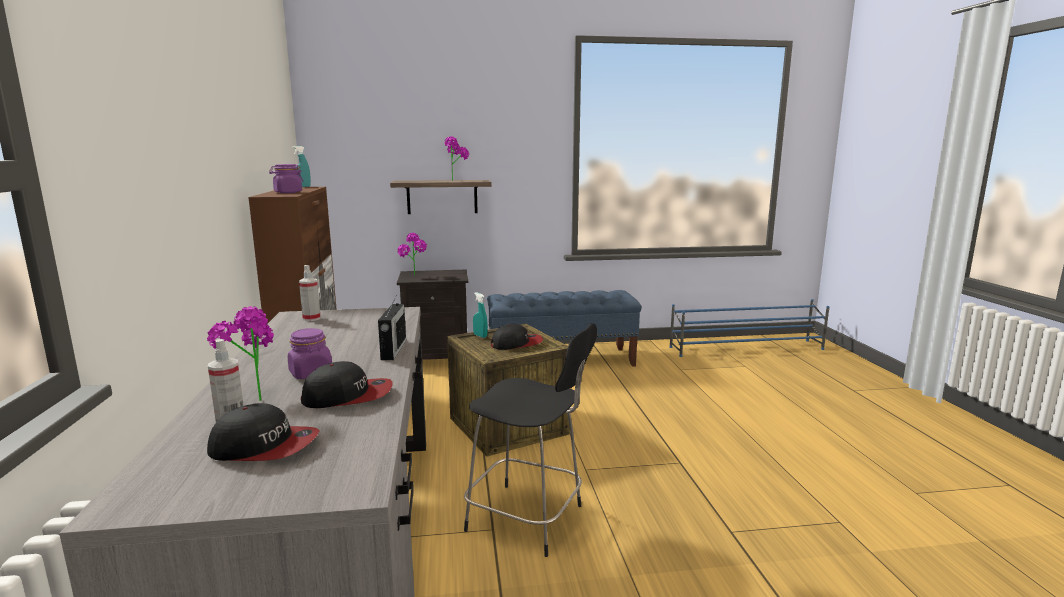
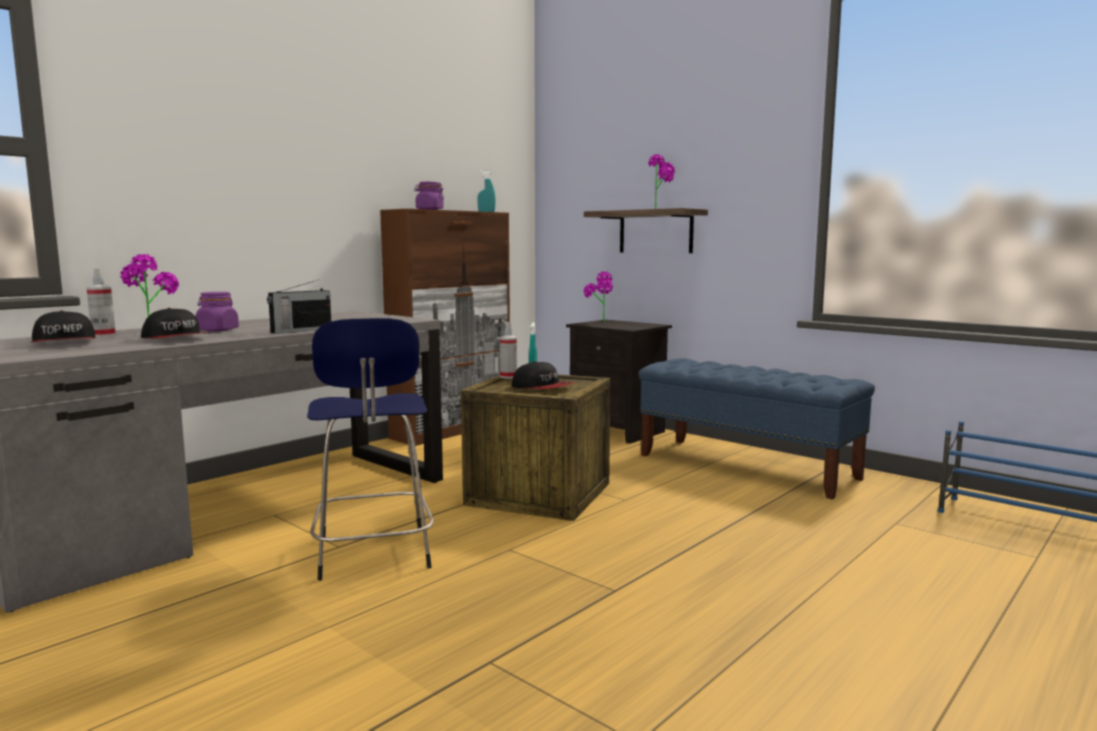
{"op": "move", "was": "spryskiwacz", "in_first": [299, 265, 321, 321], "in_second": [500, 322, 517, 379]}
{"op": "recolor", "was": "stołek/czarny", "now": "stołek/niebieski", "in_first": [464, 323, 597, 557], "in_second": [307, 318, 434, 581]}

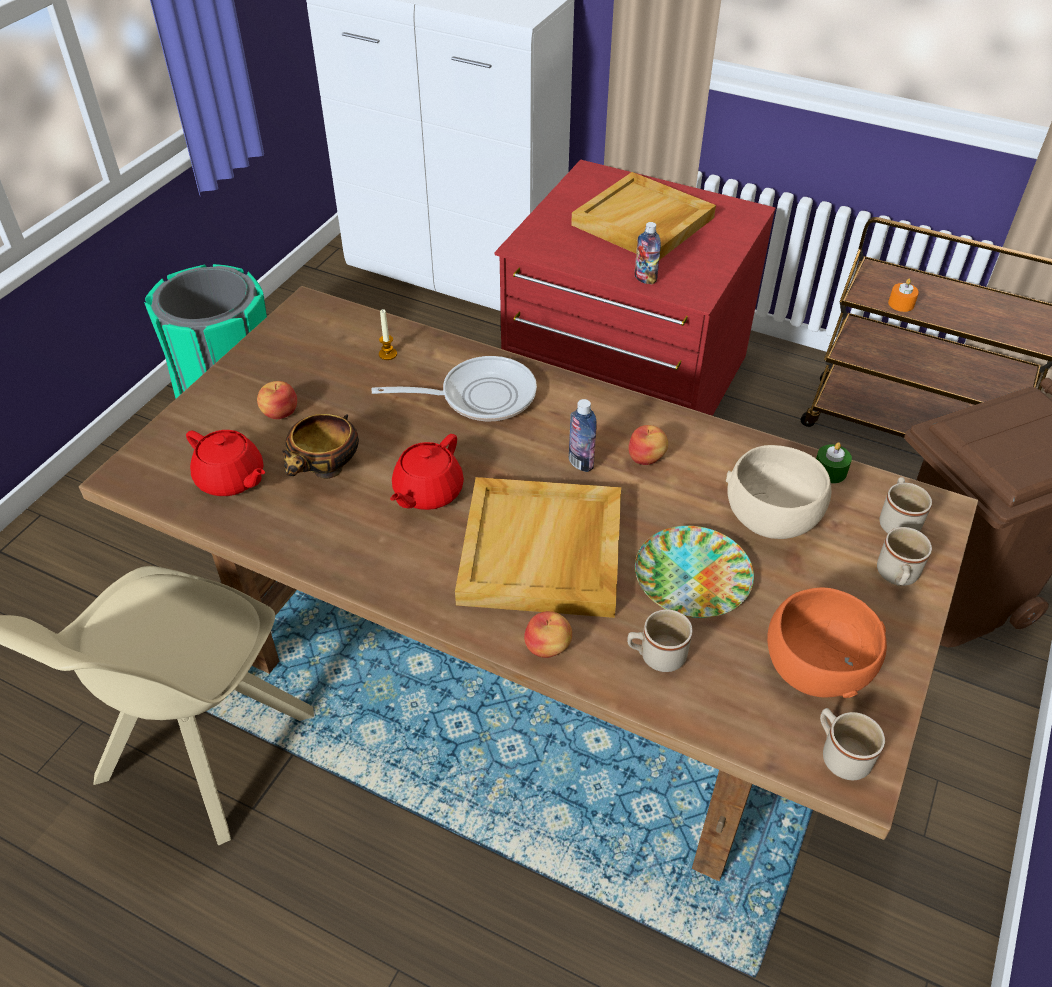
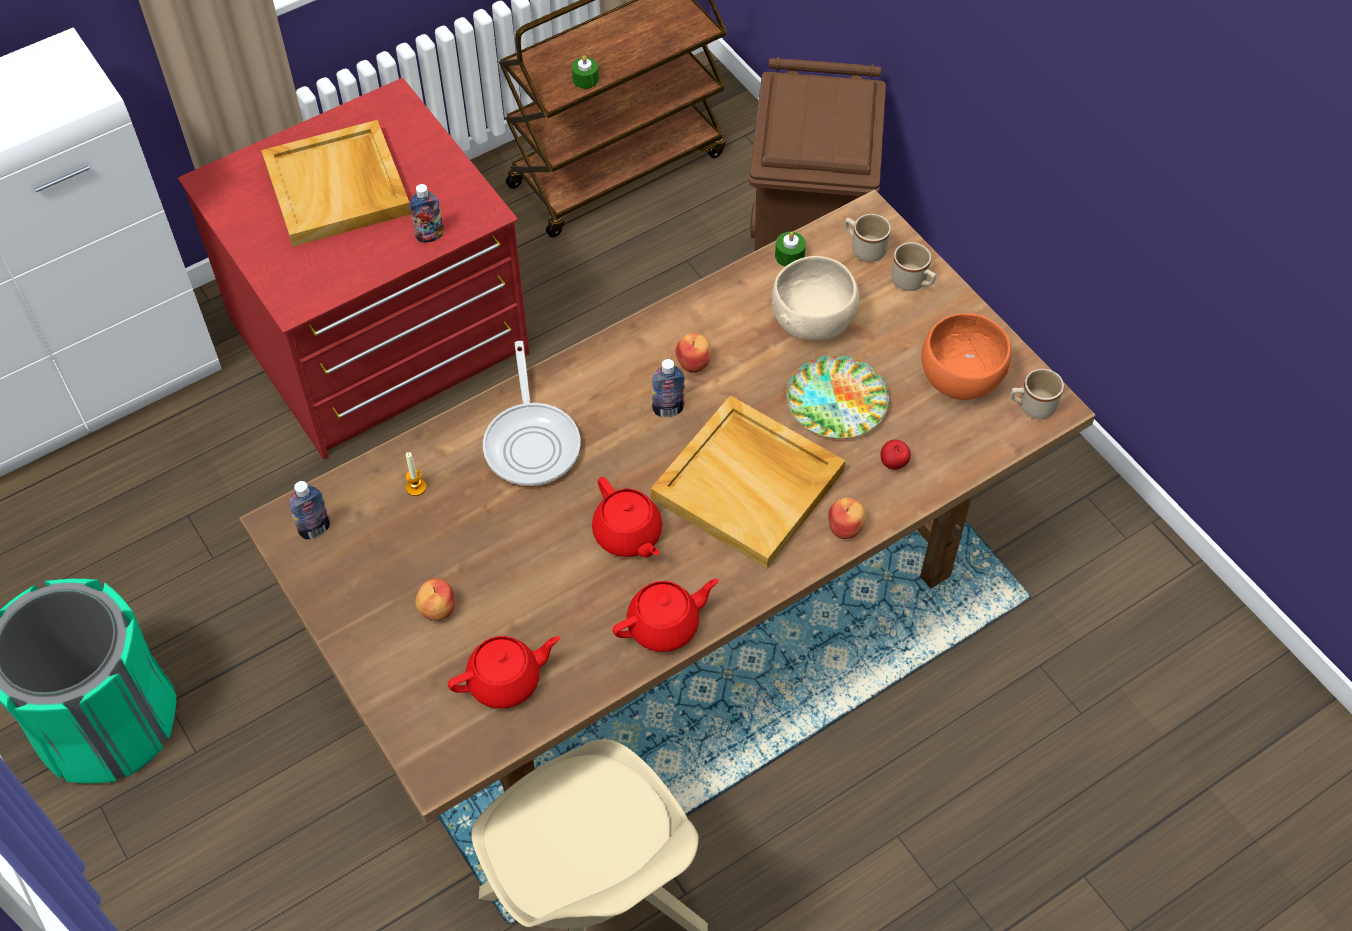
{"op": "delete", "was": "miska", "in_first": [283, 414, 359, 479]}
{"op": "insert", "now": "butelka", "in_second": [290, 481, 330, 539]}
{"op": "insert", "now": "imbryk/czerwony", "in_second": [612, 579, 719, 652]}
{"op": "replace", "was": "kubek/beżowy", "now": "jabłko", "in_first": [627, 609, 693, 672], "in_second": [880, 439, 911, 470]}
{"op": "recolor", "was": "świeca/pomarańczowy", "now": "świeca/zielony", "in_first": [888, 278, 919, 312], "in_second": [572, 55, 599, 89]}
{"op": "rotate", "was": "patelnia", "in_first": [371, 356, 537, 421], "in_second": [483, 341, 581, 486], "clockwise": 150}

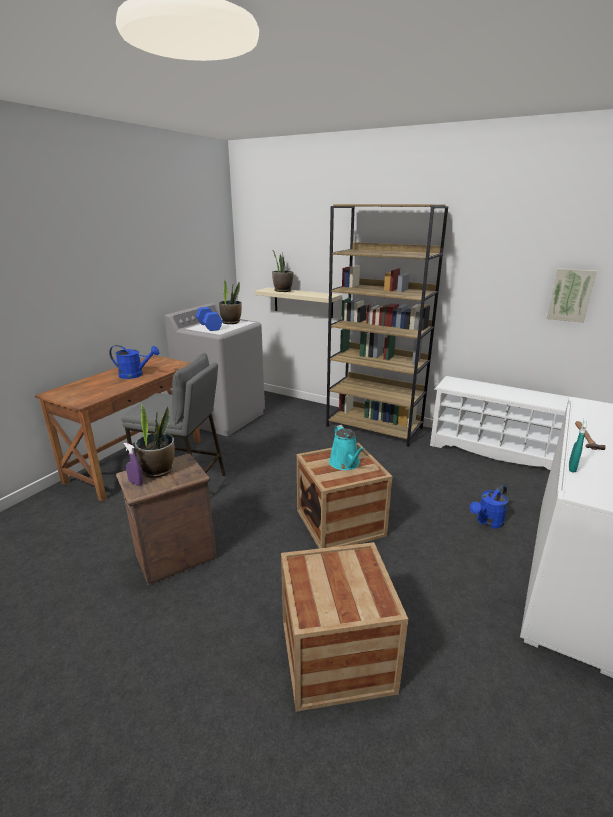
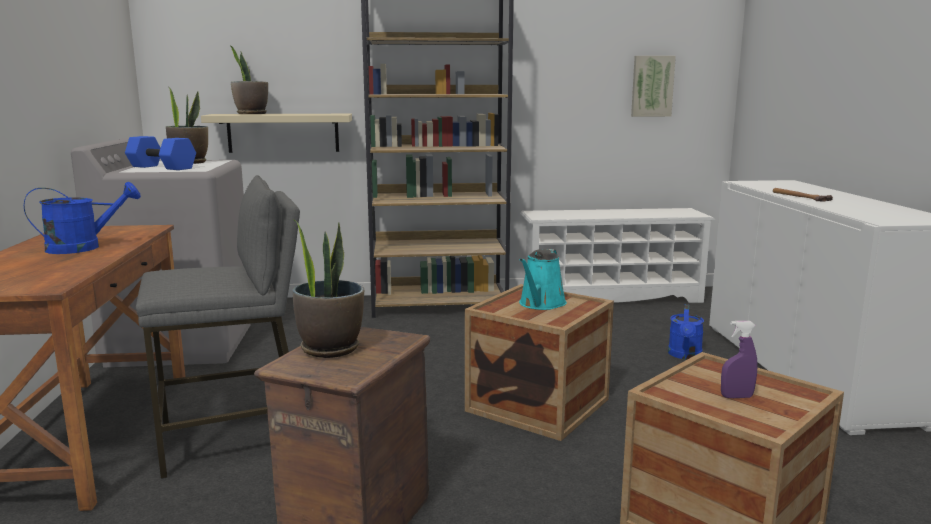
{"op": "delete", "was": "spryskiwacz/turkusowy", "in_first": [569, 419, 586, 473]}
{"op": "move", "was": "spryskiwacz/fioletowy", "in_first": [123, 443, 143, 486], "in_second": [721, 321, 758, 398]}
{"op": "rotate", "was": "konewka/turkusowy", "in_first": [329, 425, 365, 470], "in_second": [519, 249, 567, 310], "clockwise": 75}

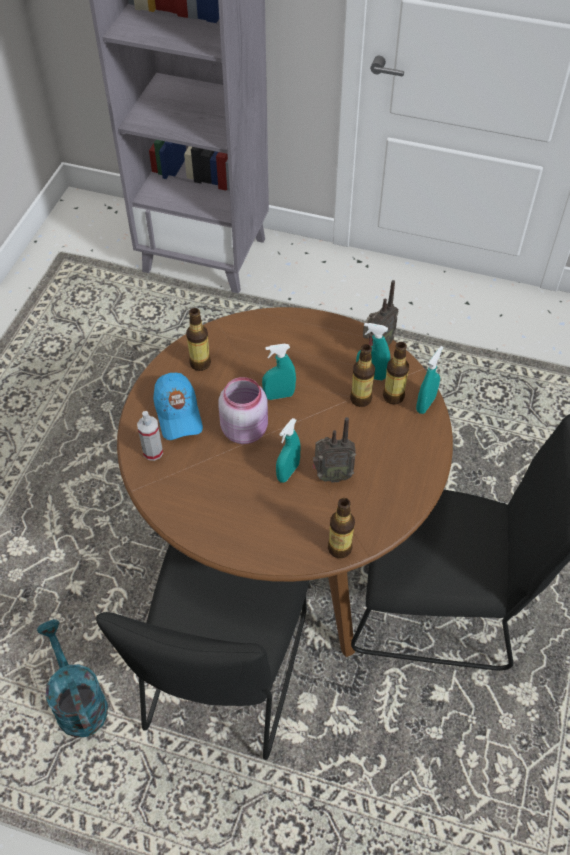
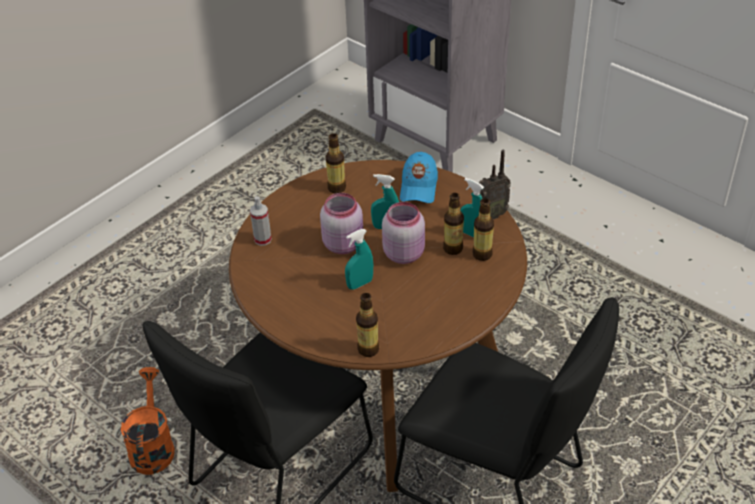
{"op": "delete", "was": "radio", "in_first": [312, 417, 356, 483]}
{"op": "delete", "was": "spryskiwacz/turkusowy", "in_first": [416, 346, 443, 414]}
{"op": "insert", "now": "słoik/różowy", "in_second": [382, 202, 425, 264]}
{"op": "move", "was": "czapka z daszkiem/niebieski", "in_first": [153, 373, 203, 440], "in_second": [400, 152, 438, 203]}
{"op": "recolor", "was": "konewka/turkusowy", "now": "konewka/pomarańczowy", "in_first": [37, 619, 108, 738], "in_second": [121, 367, 175, 475]}

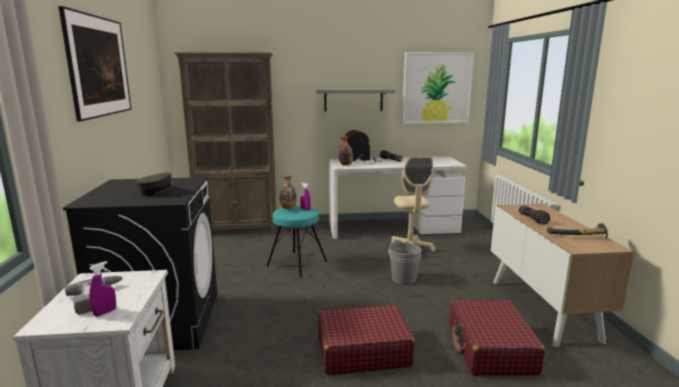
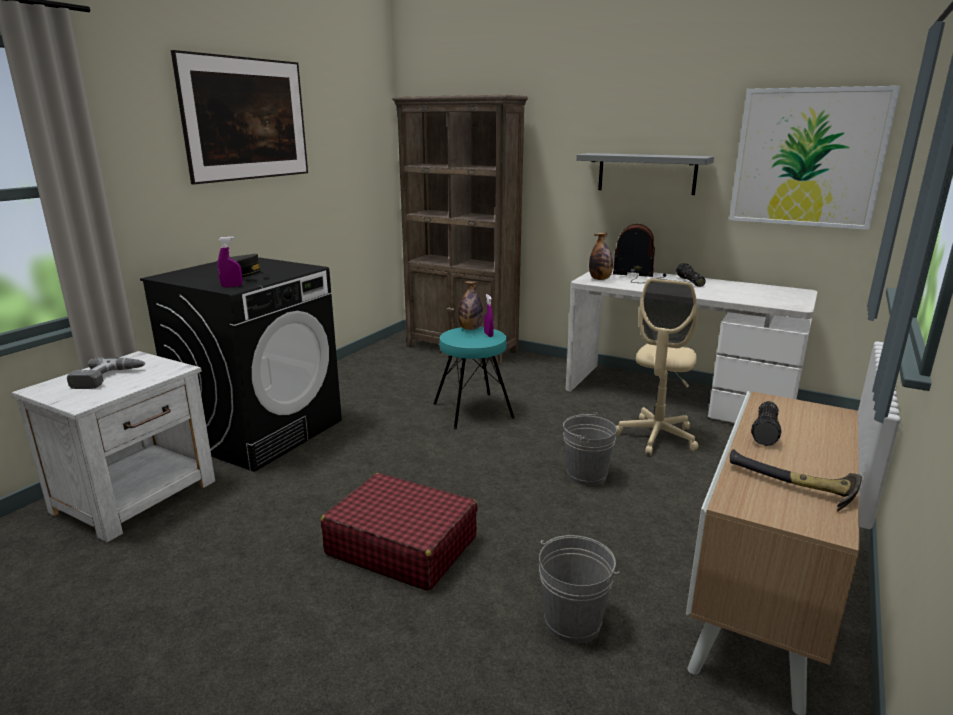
{"op": "move", "was": "spryskiwacz/fioletowy", "in_first": [89, 261, 116, 317], "in_second": [217, 236, 242, 287]}
{"op": "replace", "was": "walizka/czerwony", "now": "wiadro/szary", "in_first": [450, 300, 545, 376], "in_second": [539, 535, 620, 644]}

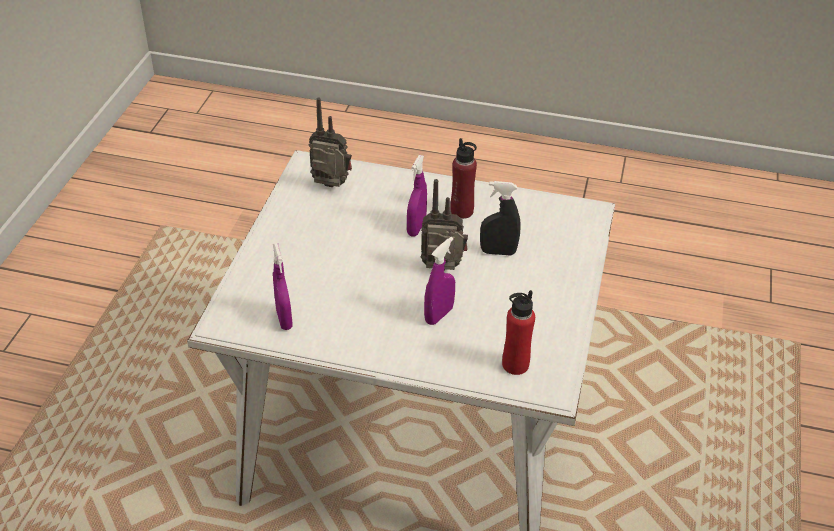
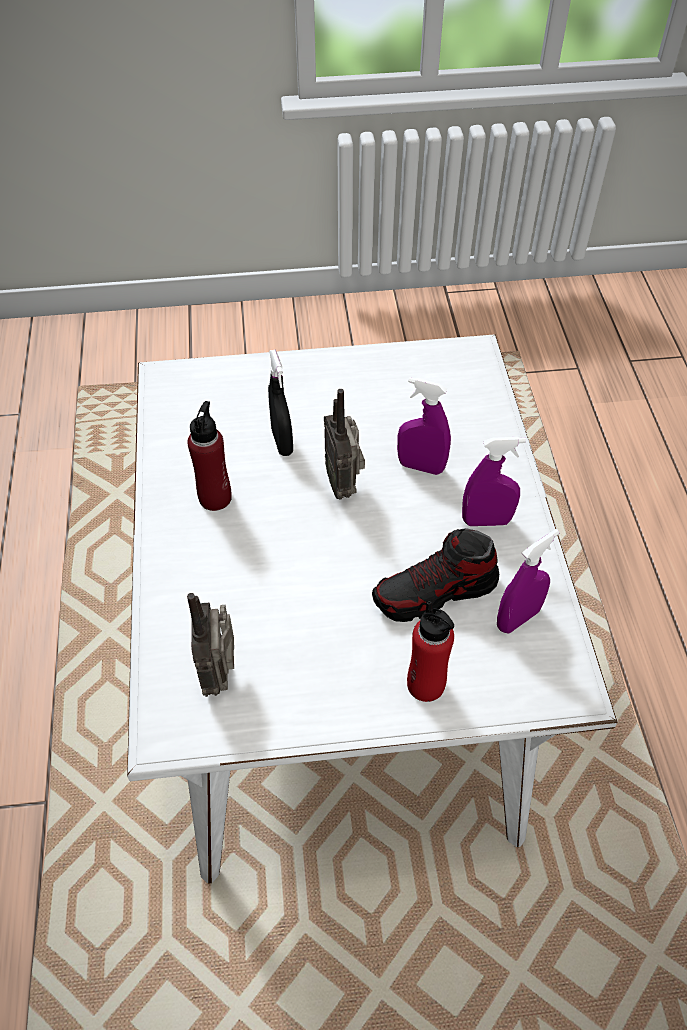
{"op": "insert", "now": "but", "in_second": [372, 528, 499, 622]}
{"op": "move", "was": "spryskiwacz/fioletowy", "in_first": [407, 155, 427, 236], "in_second": [462, 437, 526, 526]}
{"op": "move", "was": "butelka/czerwony", "in_first": [502, 290, 535, 375], "in_second": [407, 601, 454, 702]}

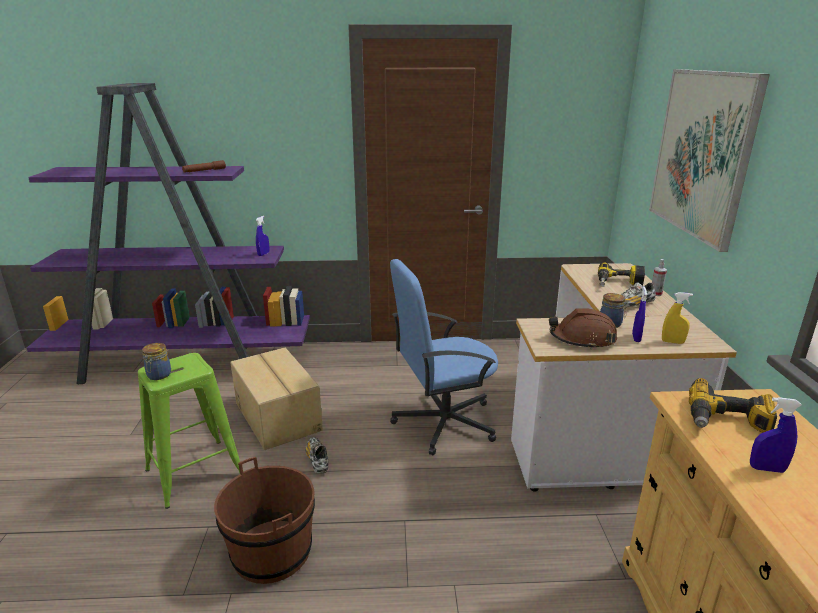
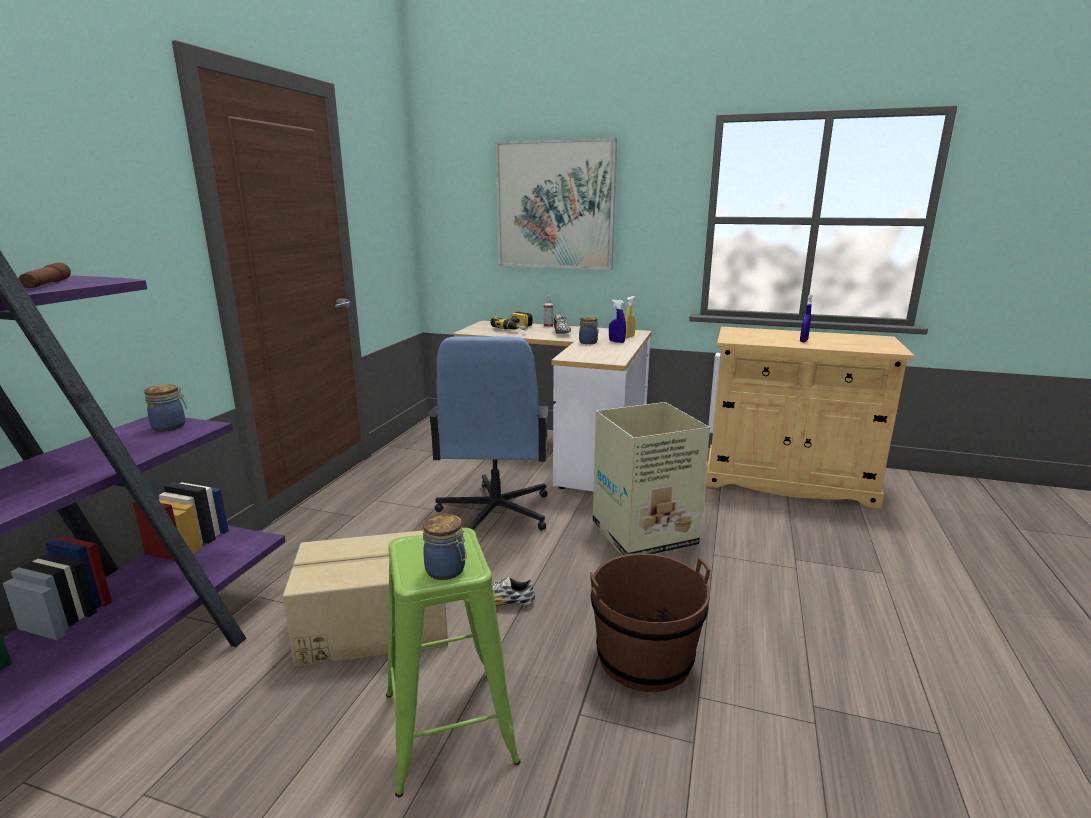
{"op": "delete", "was": "kask/brązowy", "in_first": [549, 308, 617, 350]}
{"op": "delete", "was": "wiertarka", "in_first": [689, 378, 777, 433]}
{"op": "insert", "now": "karton", "in_second": [593, 402, 710, 555]}
{"op": "replace", "was": "spryskiwacz/niebieski", "now": "słoik", "in_first": [256, 216, 270, 256], "in_second": [144, 384, 187, 432]}

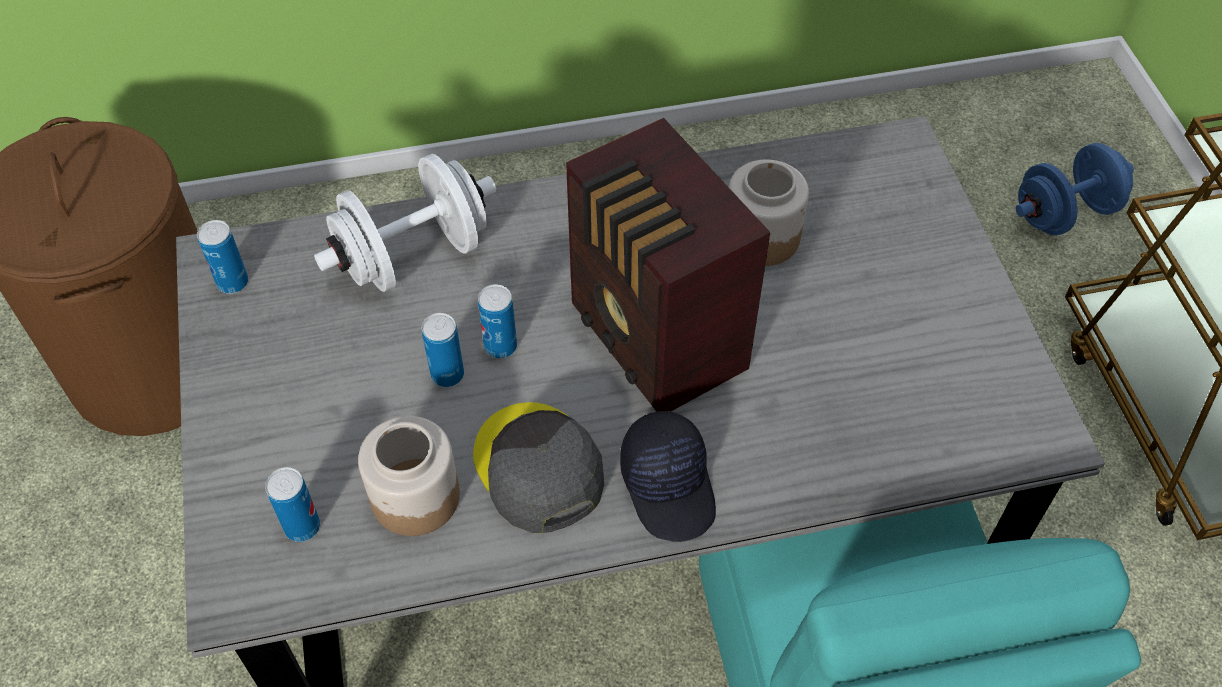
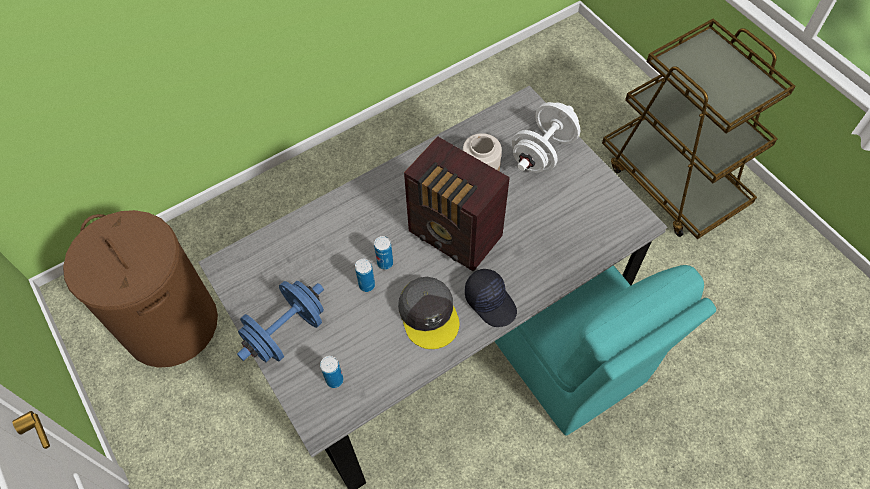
{"op": "delete", "was": "puszka", "in_first": [197, 220, 248, 294]}
{"op": "delete", "was": "słoik", "in_first": [358, 416, 460, 536]}
{"op": "move", "was": "hantel/biały", "in_first": [314, 154, 496, 292], "in_second": [512, 102, 580, 173]}
{"op": "move", "was": "hantel/niebieski", "in_first": [1016, 143, 1134, 236], "in_second": [237, 281, 324, 362]}
{"op": "rotate", "was": "czapka z daszkiem/szary", "in_first": [473, 402, 604, 533], "in_second": [398, 277, 459, 349], "clockwise": -150}

